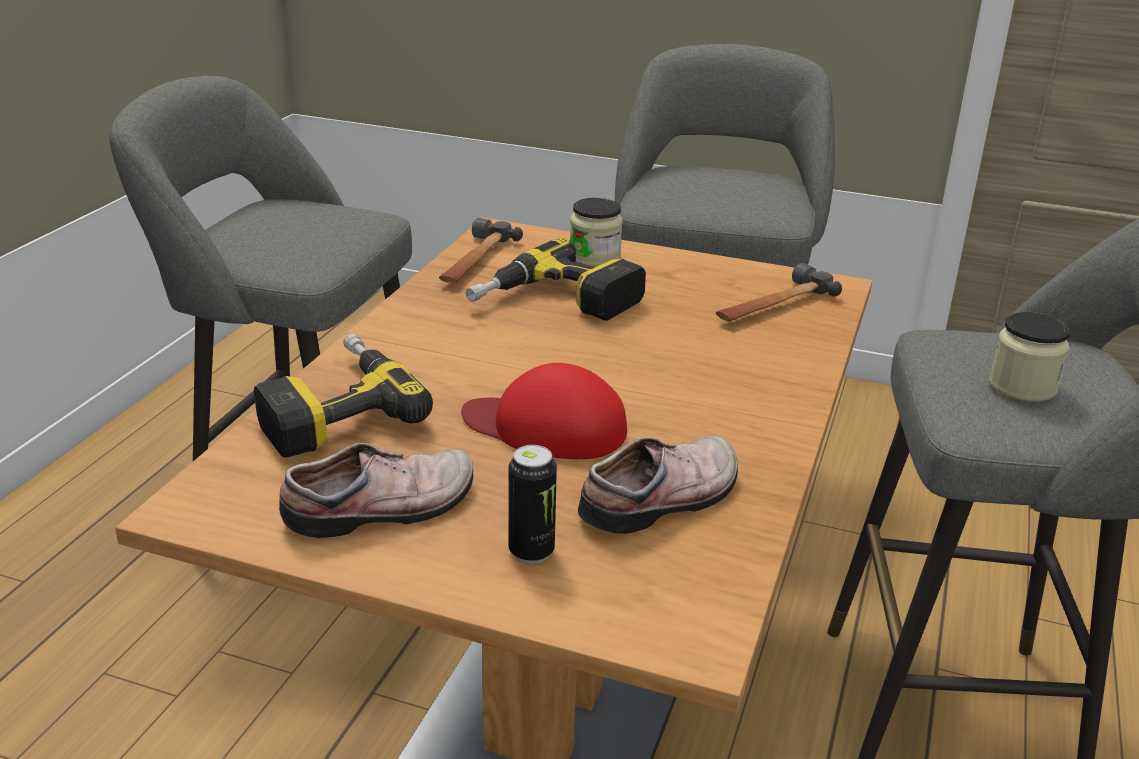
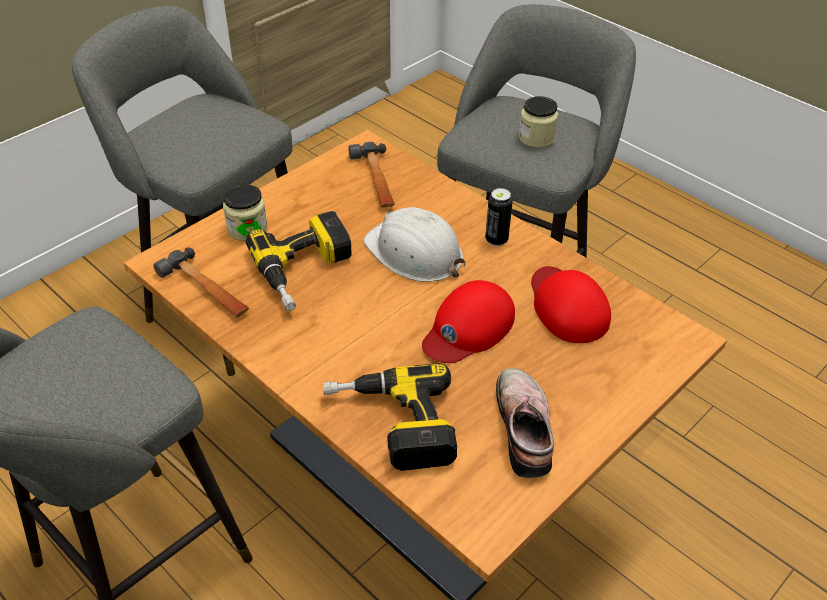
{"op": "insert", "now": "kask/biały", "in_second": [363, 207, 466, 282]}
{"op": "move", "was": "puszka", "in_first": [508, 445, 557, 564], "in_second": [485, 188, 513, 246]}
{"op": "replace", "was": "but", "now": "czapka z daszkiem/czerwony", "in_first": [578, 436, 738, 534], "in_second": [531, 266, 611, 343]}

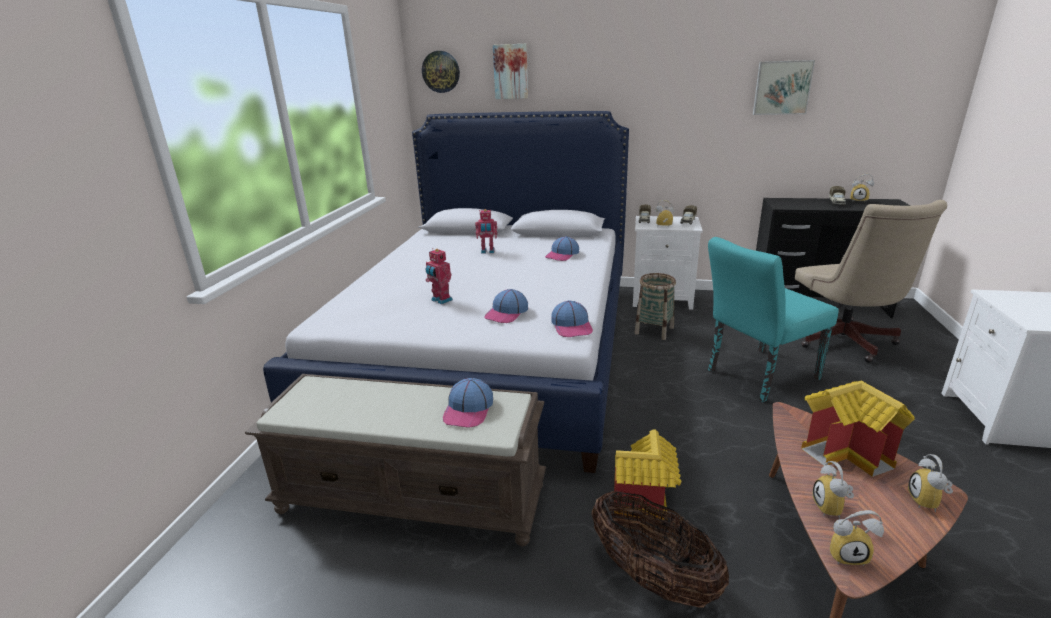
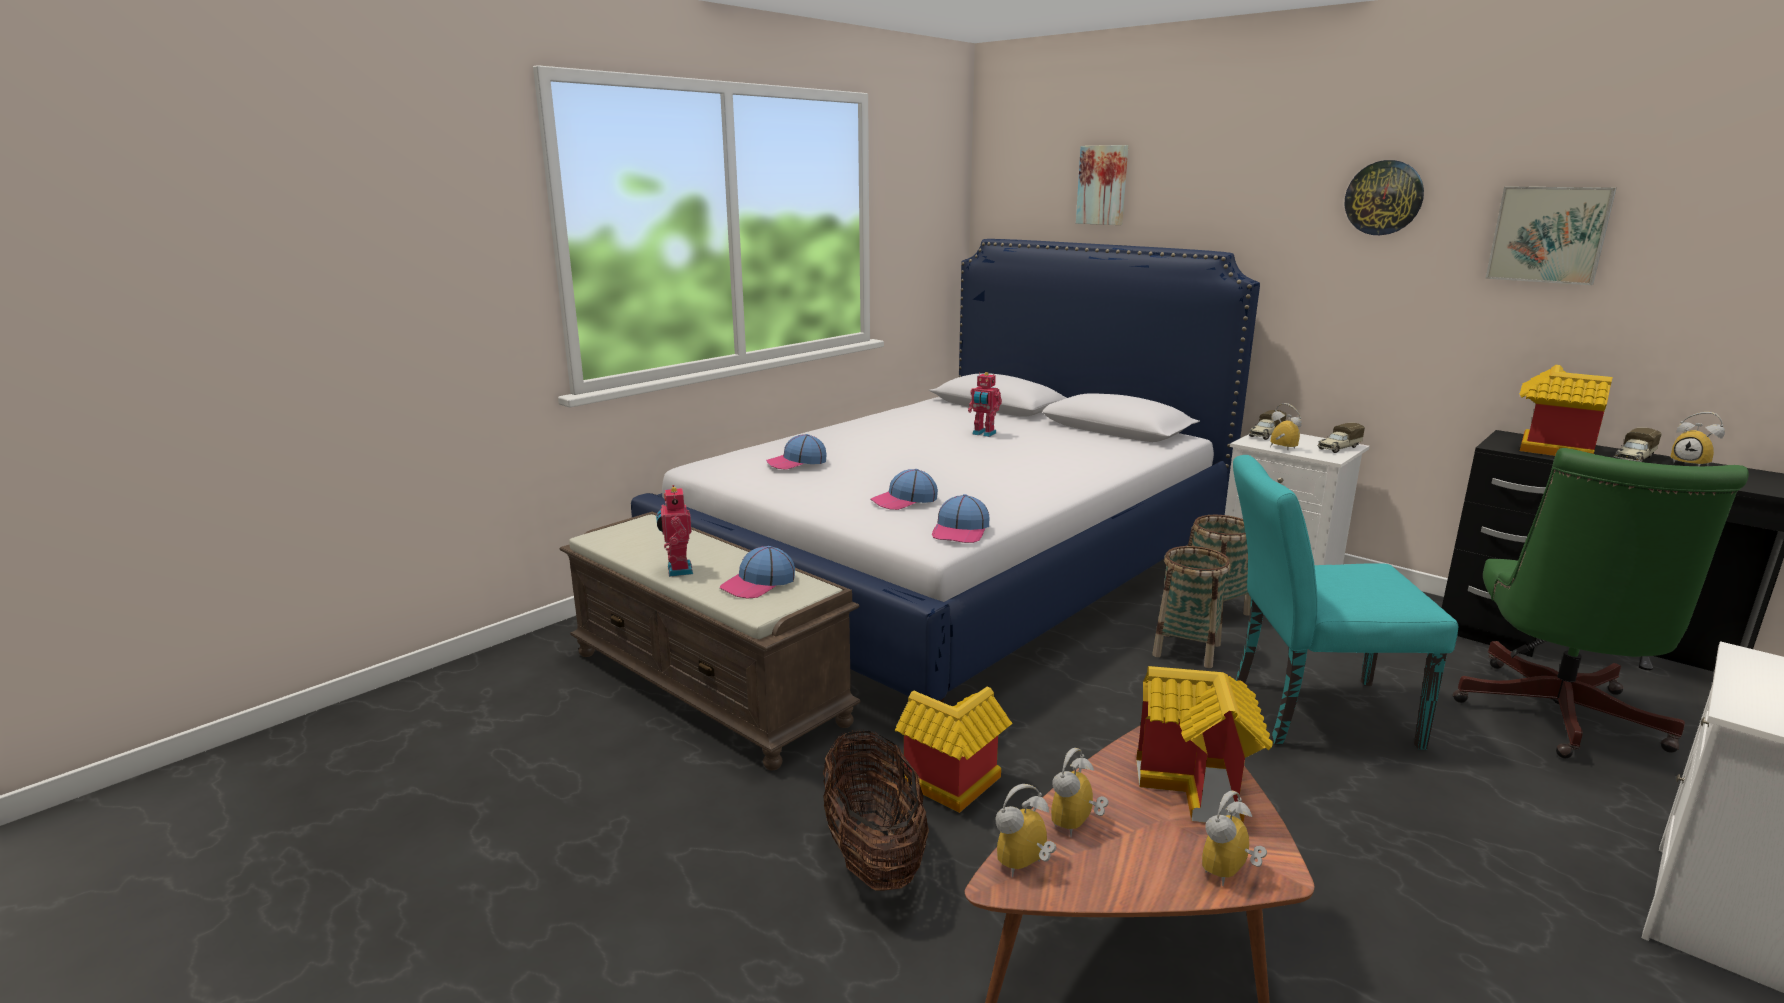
{"op": "insert", "now": "koszyk", "in_second": [1152, 546, 1230, 668]}
{"op": "insert", "now": "domek", "in_second": [1519, 365, 1612, 456]}
{"op": "move", "was": "zegar ścienny", "in_first": [422, 51, 460, 93], "in_second": [1345, 160, 1424, 235]}
{"op": "move", "was": "robot zabawkowy", "in_first": [425, 248, 453, 305], "in_second": [656, 485, 693, 577]}
{"op": "move", "was": "czapka z daszkiem", "in_first": [545, 236, 579, 261], "in_second": [766, 434, 827, 470]}
{"op": "recolor", "was": "krzesło biurowe/beżowy", "now": "krzesło biurowe/zielony", "in_first": [795, 200, 947, 363], "in_second": [1453, 448, 1749, 759]}
{"op": "rotate", "was": "budzik", "in_first": [829, 510, 884, 566], "in_second": [996, 784, 1056, 877], "clockwise": 105}

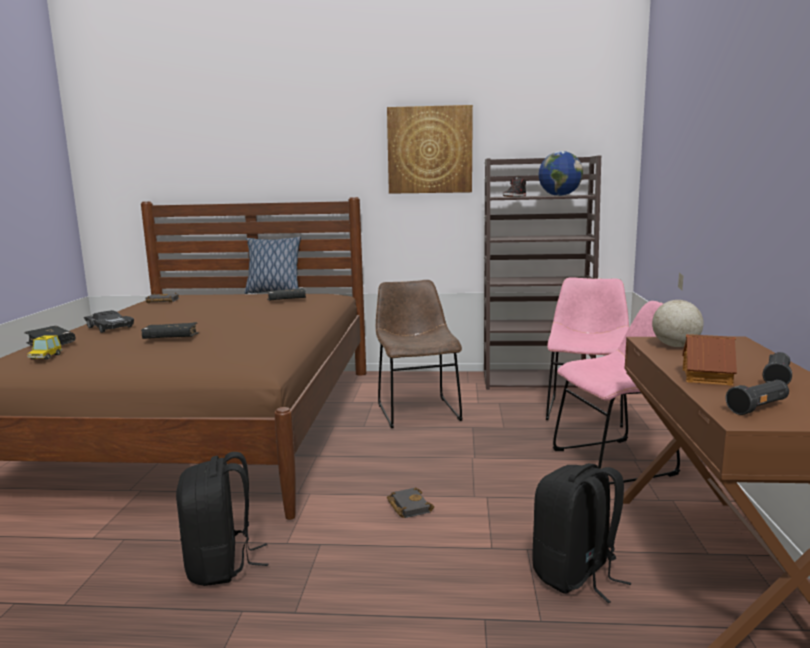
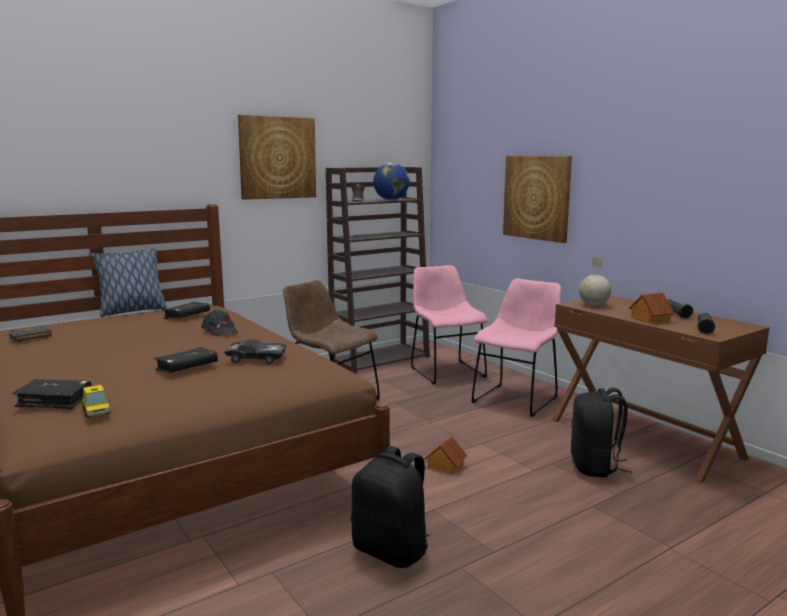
{"op": "insert", "now": "czapka z daszkiem/czarny", "in_second": [201, 309, 238, 336]}
{"op": "insert", "now": "obraz", "in_second": [503, 156, 572, 243]}
{"op": "move", "was": "samochodzik/czarny", "in_first": [84, 310, 134, 333], "in_second": [224, 340, 286, 364]}
{"op": "replace", "was": "książka/czarny", "now": "domek", "in_first": [387, 488, 434, 518], "in_second": [424, 436, 467, 474]}

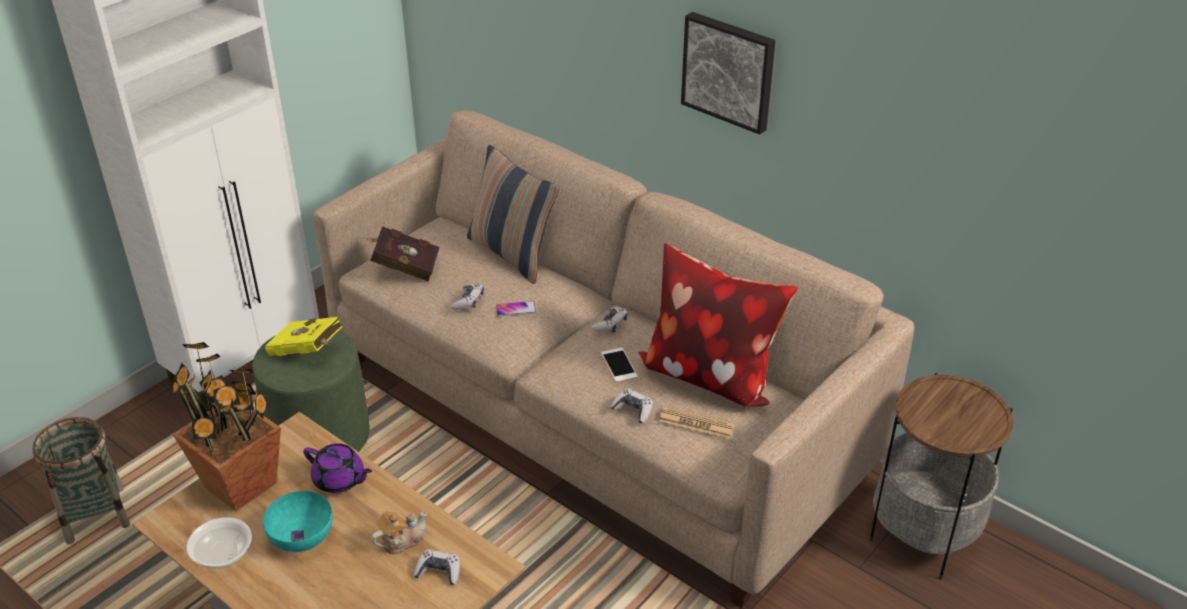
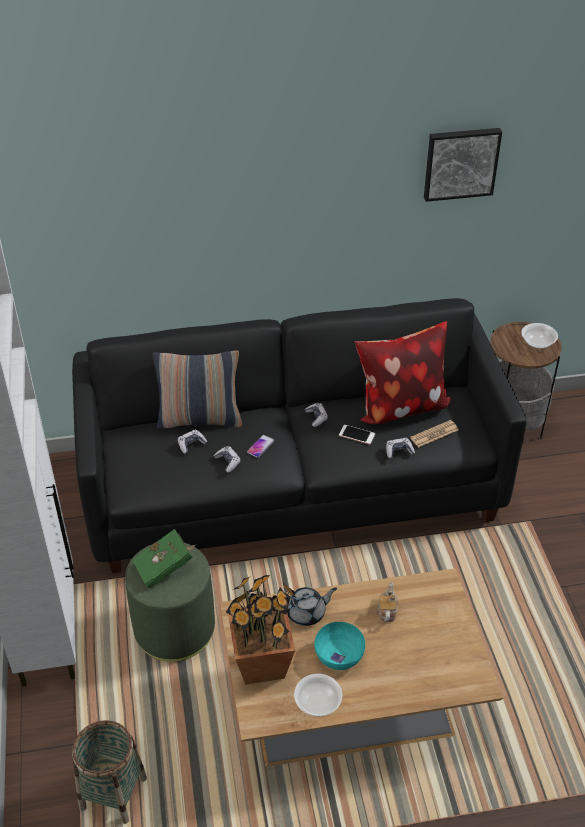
{"op": "delete", "was": "książka/czerwony", "in_first": [366, 226, 440, 282]}
{"op": "insert", "now": "miska", "in_second": [521, 323, 558, 349]}
{"op": "move", "was": "pad do gier", "in_first": [413, 550, 460, 585], "in_second": [178, 430, 207, 454]}
{"op": "move", "was": "obraz", "in_first": [681, 12, 775, 135], "in_second": [424, 128, 502, 202]}
{"op": "recolor", "was": "książka/żółty", "now": "książka/zielony", "in_first": [265, 317, 342, 356], "in_second": [132, 529, 197, 589]}
{"op": "recolor", "was": "imbryk/fioletowy", "now": "imbryk/szary", "in_first": [303, 443, 372, 493], "in_second": [287, 587, 337, 626]}
{"op": "recolor", "was": "kanapa/beżowy", "now": "kanapa/czarny", "in_first": [313, 110, 914, 608], "in_second": [72, 298, 526, 573]}

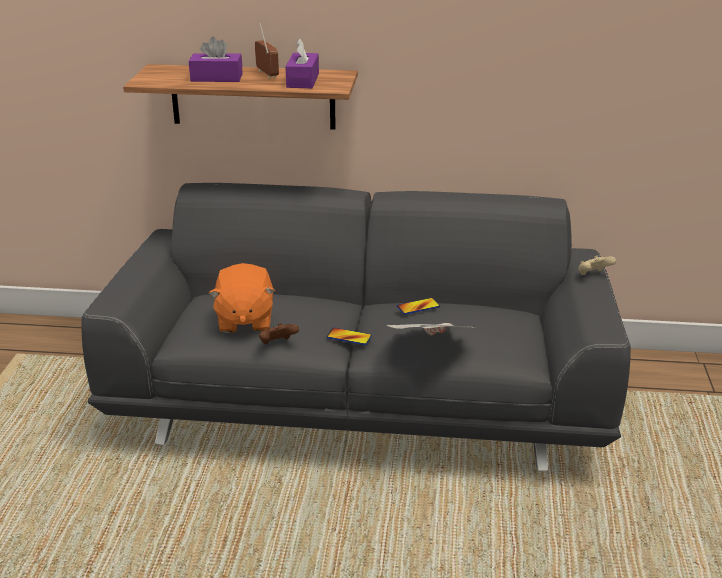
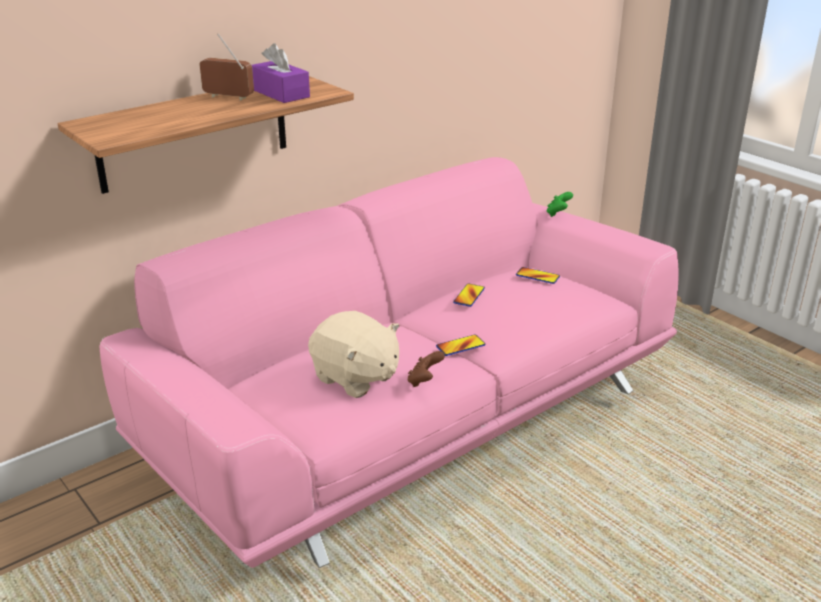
{"op": "delete", "was": "pudełko chusteczek/fioletowy", "in_first": [189, 37, 243, 82]}
{"op": "delete", "was": "gazeta", "in_first": [387, 323, 475, 335]}
{"op": "insert", "now": "telefon", "in_second": [516, 267, 560, 284]}
{"op": "recolor", "was": "kanapa/szary", "now": "kanapa/różowy", "in_first": [82, 183, 631, 471], "in_second": [99, 157, 678, 568]}
{"op": "recolor", "was": "pluszak/pomarańczowy", "now": "pluszak/beżowy", "in_first": [209, 263, 275, 333], "in_second": [308, 311, 400, 398]}
{"op": "recolor", "was": "pad do gier/beżowy", "now": "pad do gier/zielony", "in_first": [578, 256, 616, 275], "in_second": [547, 192, 573, 217]}

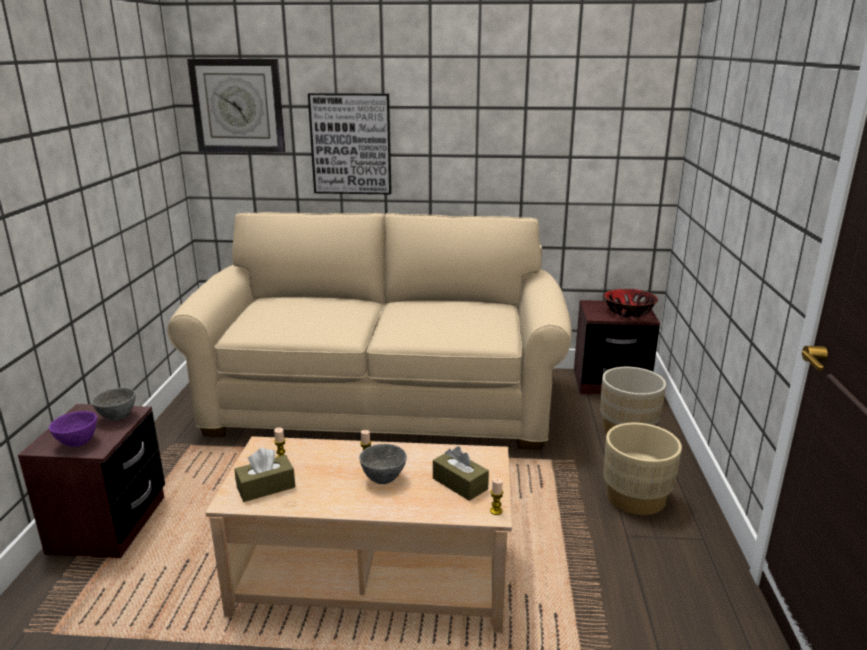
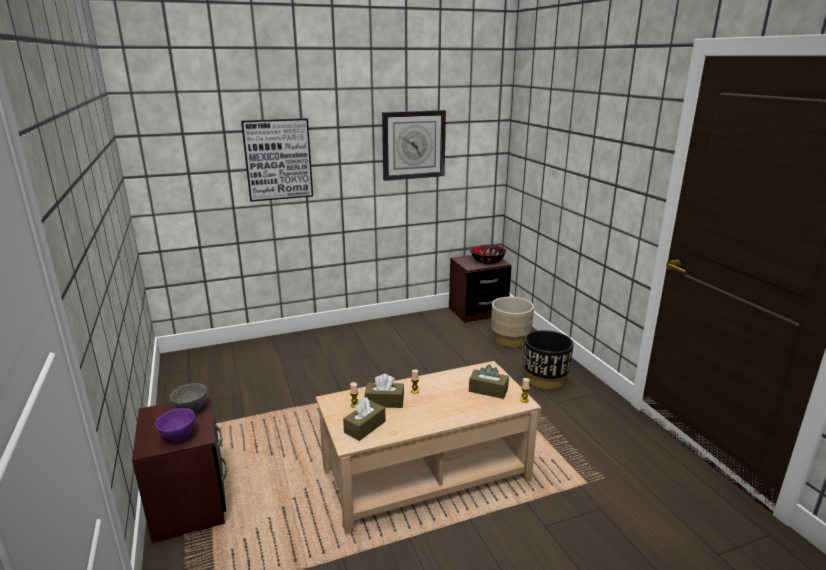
{"op": "delete", "was": "kanapa/beżowy", "in_first": [167, 212, 572, 450]}
{"op": "delete", "was": "miska/szary", "in_first": [359, 444, 407, 484]}
{"op": "insert", "now": "pudełko chusteczek/brązowy", "in_second": [365, 374, 404, 408]}
{"op": "move", "was": "zegar ścienny", "in_first": [187, 59, 285, 153], "in_second": [382, 110, 446, 181]}
{"op": "recolor", "was": "donica/beżowy", "now": "donica/czarny", "in_first": [604, 423, 682, 515], "in_second": [523, 330, 574, 390]}

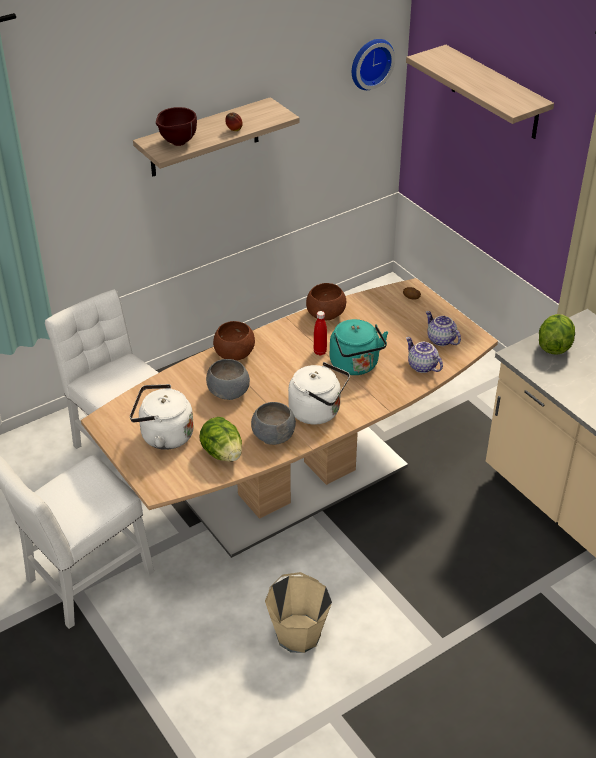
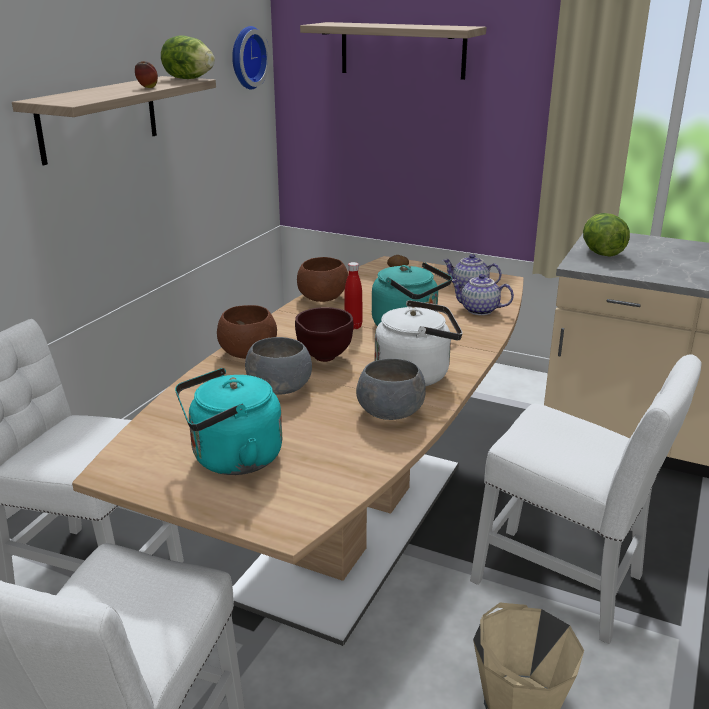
{"op": "insert", "now": "krzesło/biały", "in_second": [470, 354, 702, 644]}
{"op": "move", "was": "miska/brązowy", "in_first": [156, 107, 197, 146], "in_second": [295, 307, 354, 362]}
{"op": "move", "was": "sałata", "in_first": [199, 417, 242, 462], "in_second": [161, 35, 215, 79]}
{"op": "recolor", "was": "czajnik/biały", "now": "czajnik/turkusowy", "in_first": [130, 384, 194, 450], "in_second": [175, 368, 282, 475]}

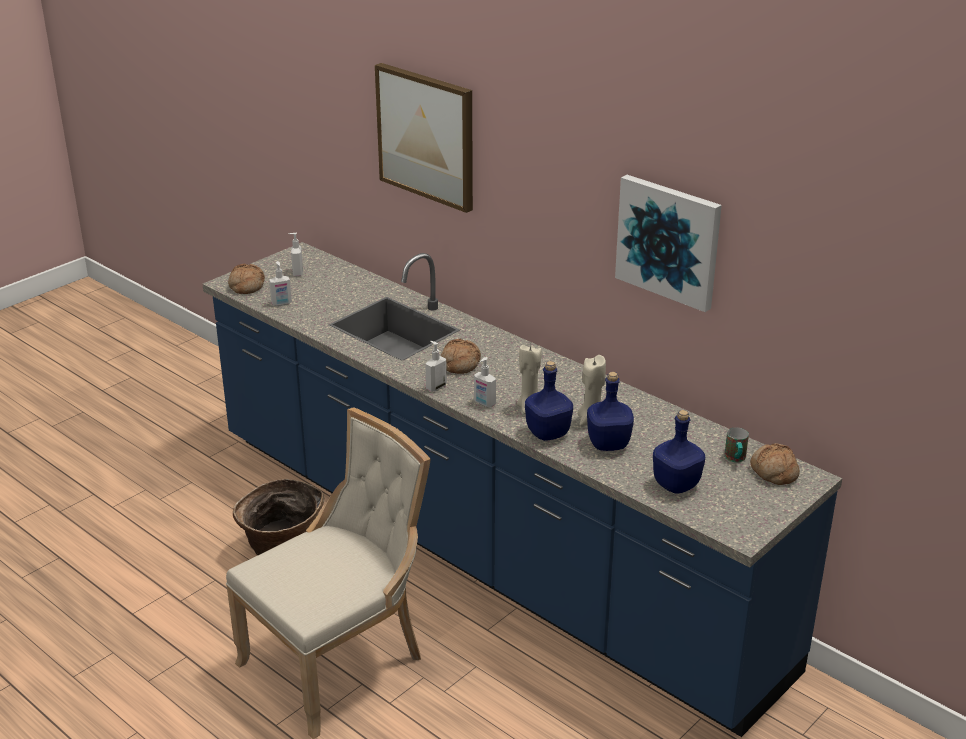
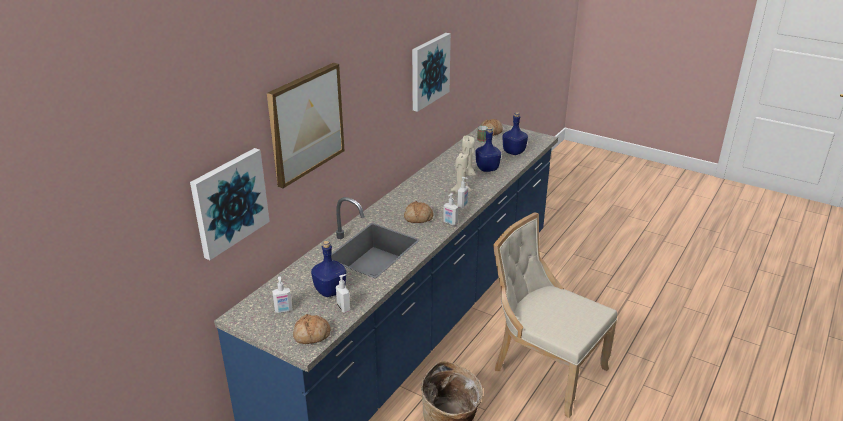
{"op": "insert", "now": "obraz", "in_second": [190, 148, 270, 260]}
{"op": "move", "was": "butelka/niebieski", "in_first": [525, 361, 573, 441], "in_second": [311, 241, 346, 297]}

